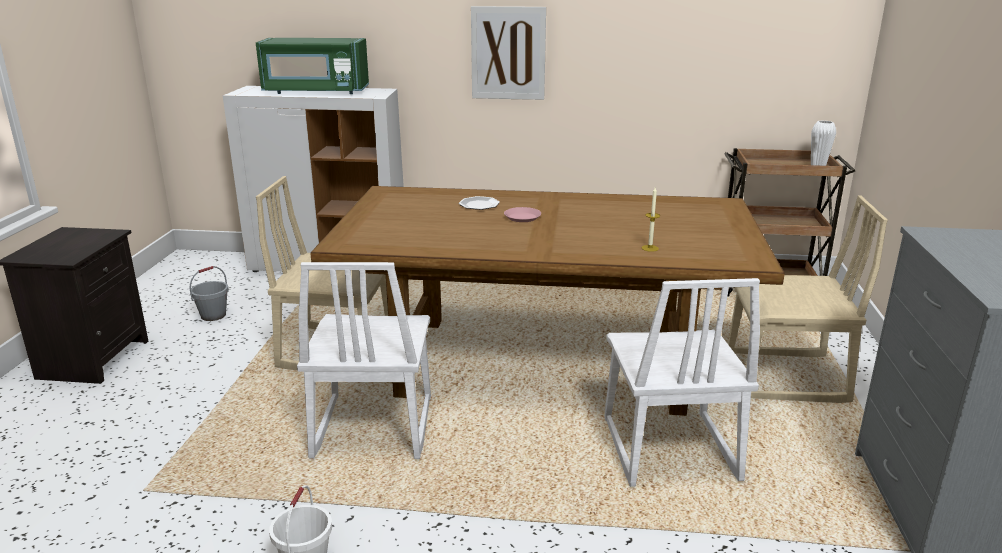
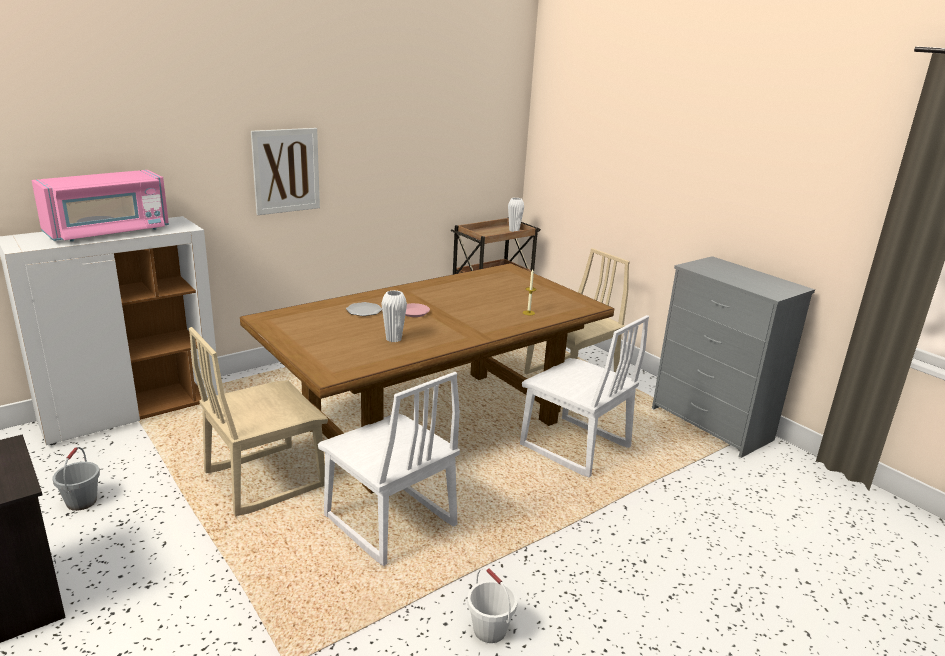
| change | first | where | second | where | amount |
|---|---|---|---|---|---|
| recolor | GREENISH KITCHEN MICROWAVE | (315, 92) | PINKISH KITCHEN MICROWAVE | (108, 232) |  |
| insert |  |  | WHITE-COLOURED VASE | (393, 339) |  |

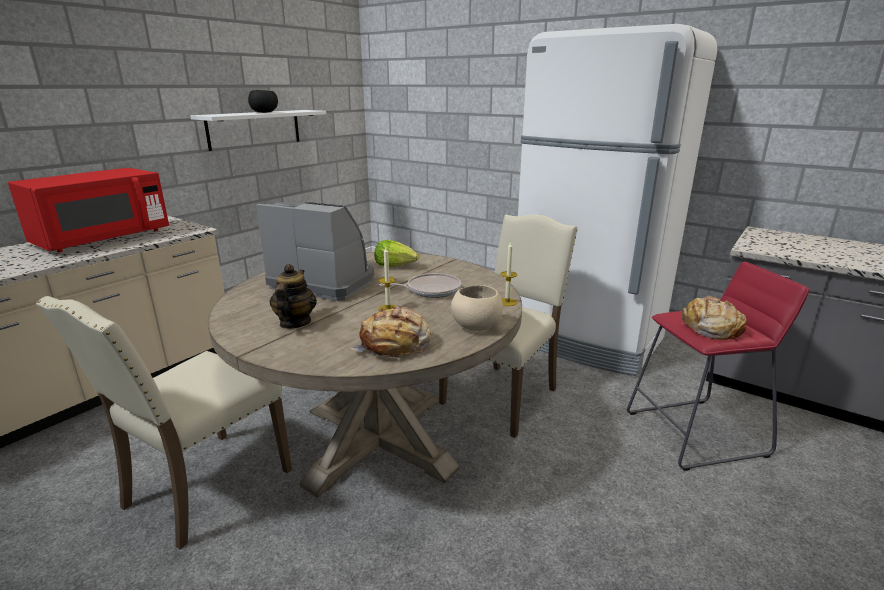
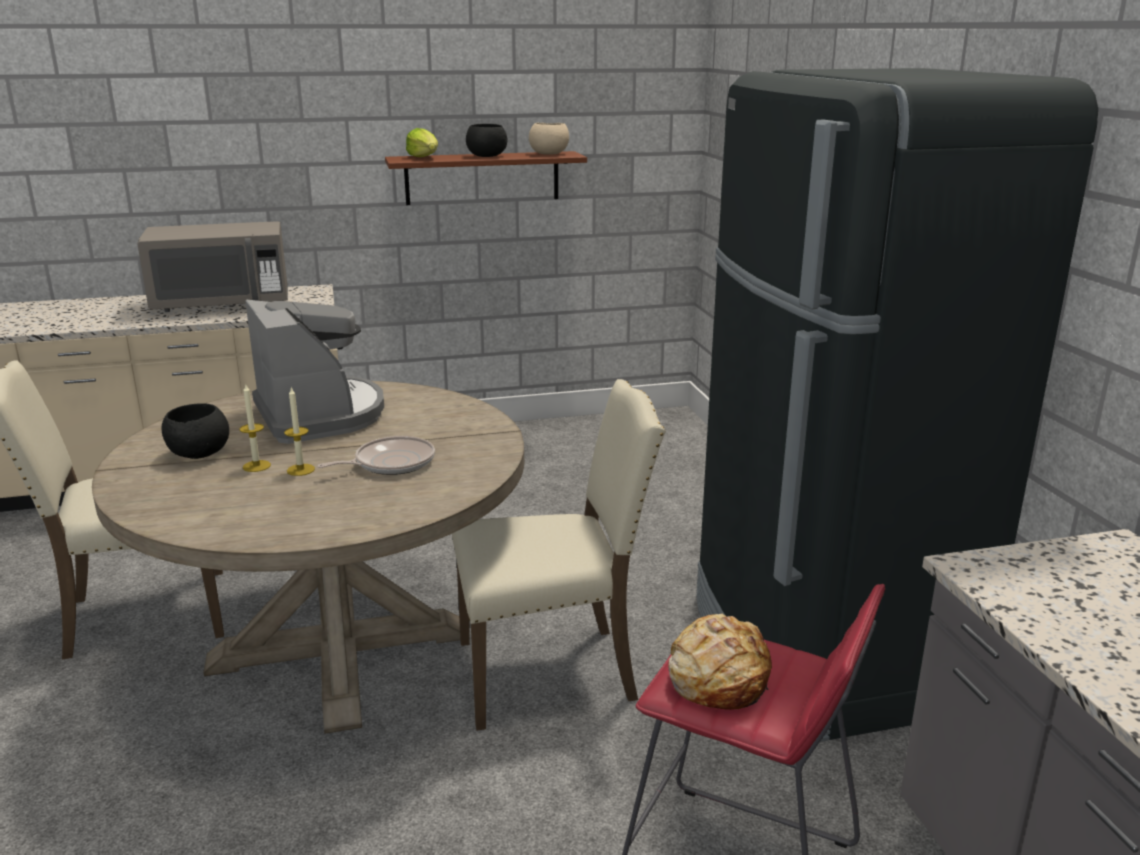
| change | first | where | second | where | amount |
|---|---|---|---|---|---|
| recolor | RED KITCHEN MICROWAVE | (103, 239) | GREY KITCHEN MICROWAVE | (222, 304) |  |
| replace | TEAPOT | (295, 323) | BLACKISH SERVING BOWL | (198, 453) |  |
| move | WAX CANDLE | (507, 302) |  | (256, 466) |  |
| rotate | SKILLET | (430, 290) |  | (390, 463) | 60 degrees counterclockwise |
| recolor | WHITE-COLOURED WALL SHELF | (255, 129) | BROWN-COLOURED WALL SHELF | (482, 178) |  |
| move | LETTUCE | (395, 266) |  | (424, 158) |  |
| move | BEIGE SERVING BOWL | (477, 325) |  | (550, 154) |  |
| recolor | WHITE-COLOURED REFRIGERATOR | (586, 339) | BLACKISH REFRIGERATOR | (821, 653) |  |
| delete | BREAD | (395, 345) |  |  |  |

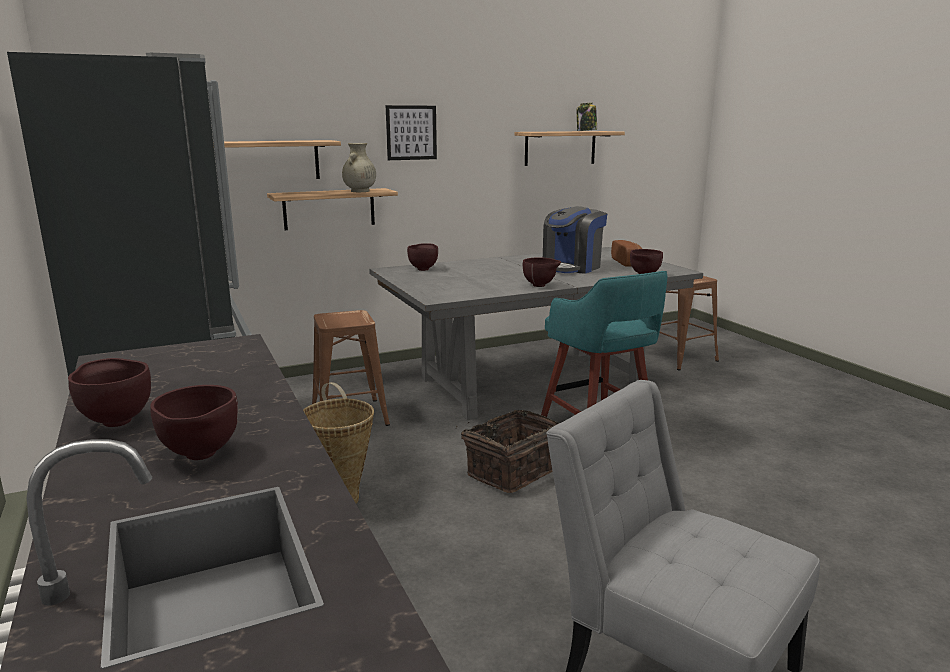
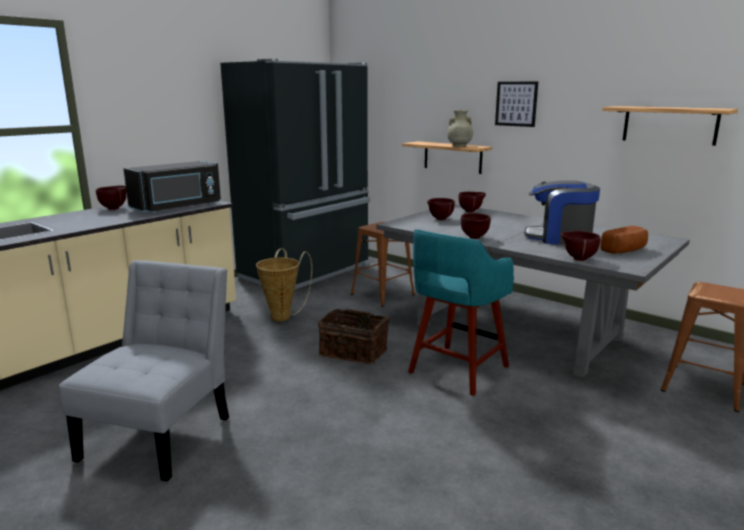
| change | first | where | second | where | amount |
|---|---|---|---|---|---|
| insert |  |  | BLACKISH KITCHEN MICROWAVE | (178, 207) |  |
| move | BROWN-COLOURED SERVING BOWL | (200, 456) |  | (439, 219) |  |
| delete | WALL SHELF | (270, 160) |  |  |  |
| delete | JAR | (586, 131) |  |  |  |

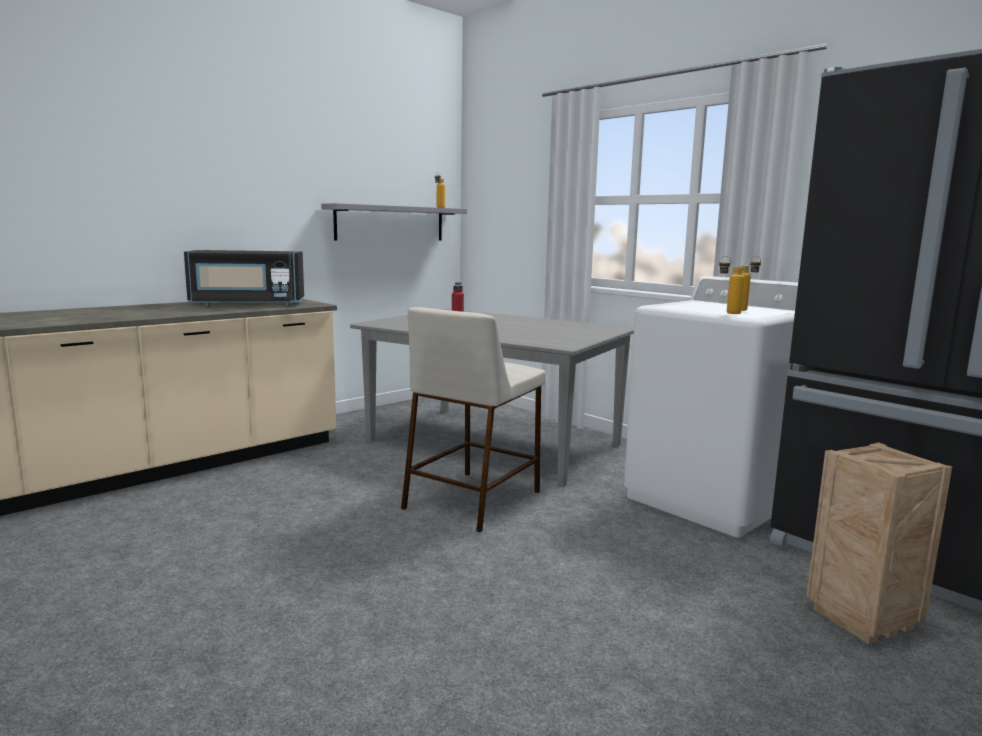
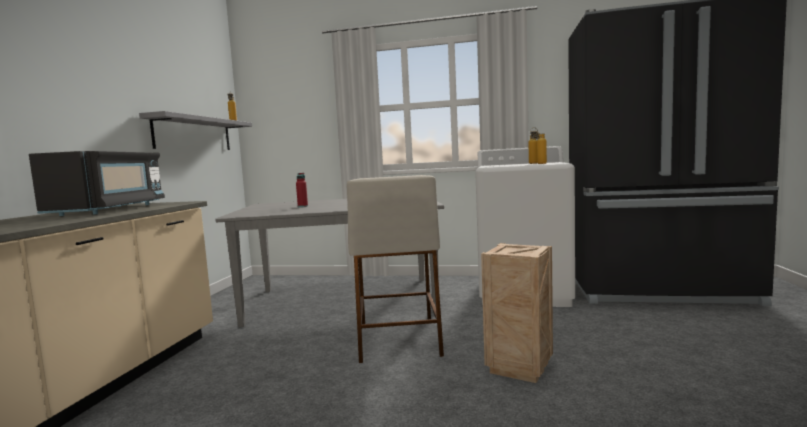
| change | first | where | second | where | amount |
|---|---|---|---|---|---|
| rotate | BLACKISH KITCHEN MICROWAVE | (247, 304) |  | (110, 210) | 45 degrees counterclockwise |
| move | CRATE | (862, 618) |  | (519, 367) |  |

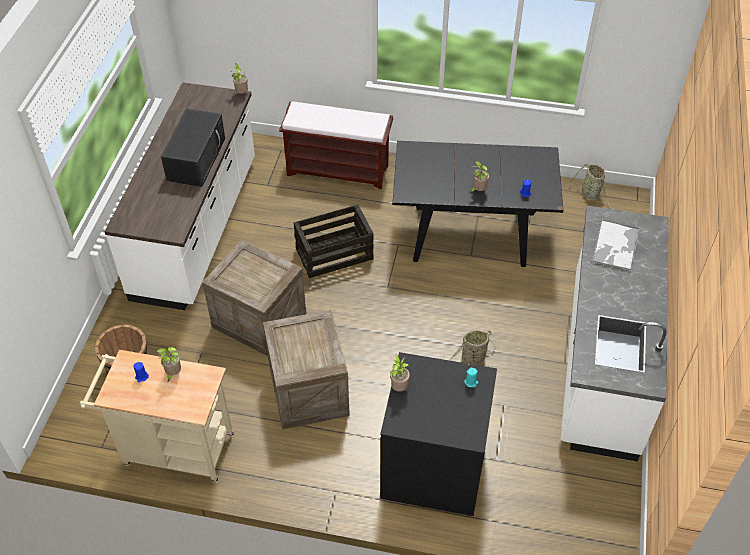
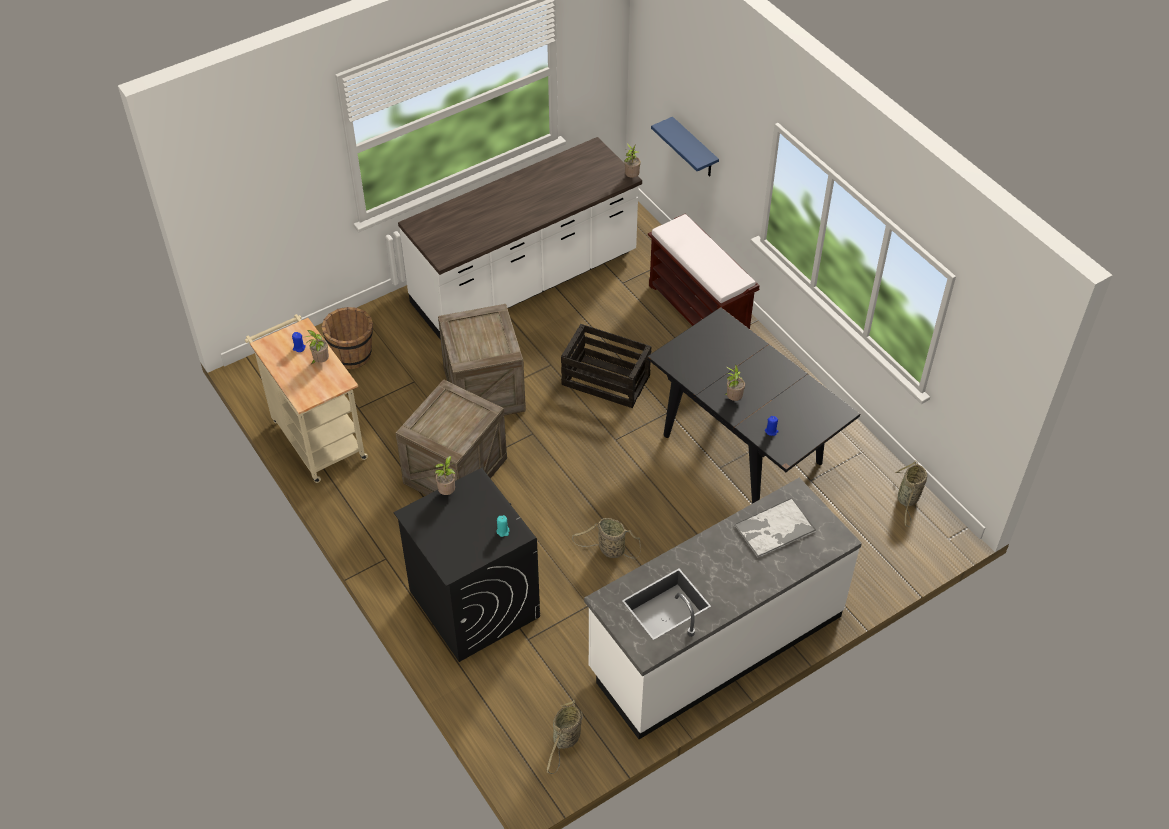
| change | first | where | second | where | amount |
|---|---|---|---|---|---|
| insert |  |  | BASKET | (566, 740) |  |
| insert |  |  | BLUISH WALL SHELF | (694, 149) |  |
| delete | BLACKISH KITCHEN MICROWAVE | (196, 158) |  |  |  |

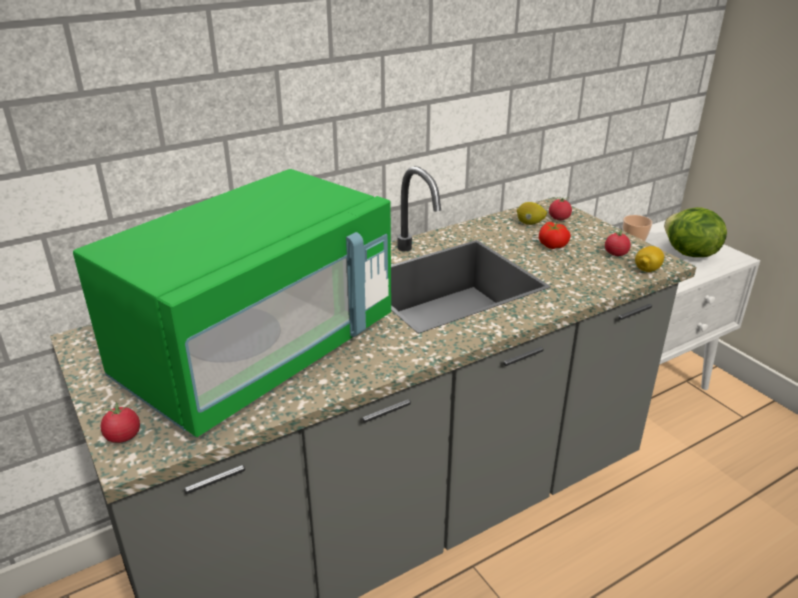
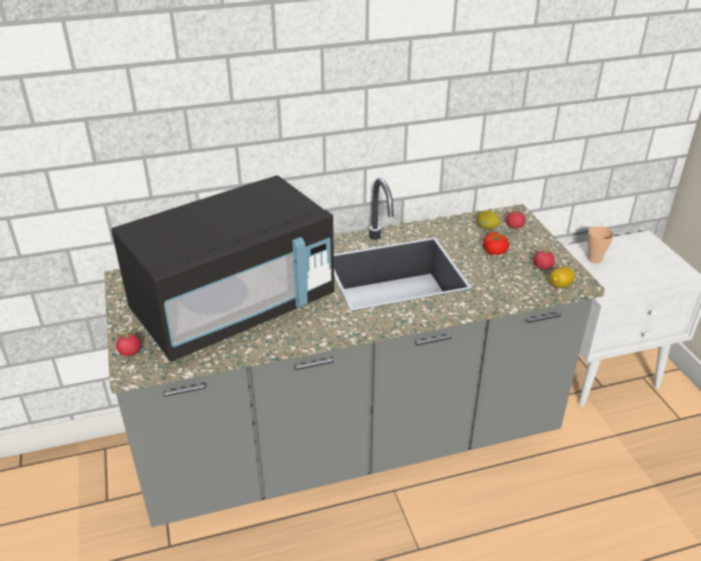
| change | first | where | second | where | amount |
|---|---|---|---|---|---|
| recolor | GREENISH KITCHEN MICROWAVE | (260, 354) | BLACKISH KITCHEN MICROWAVE | (234, 308) |  |
| delete | LETTUCE | (689, 253) |  |  |  |

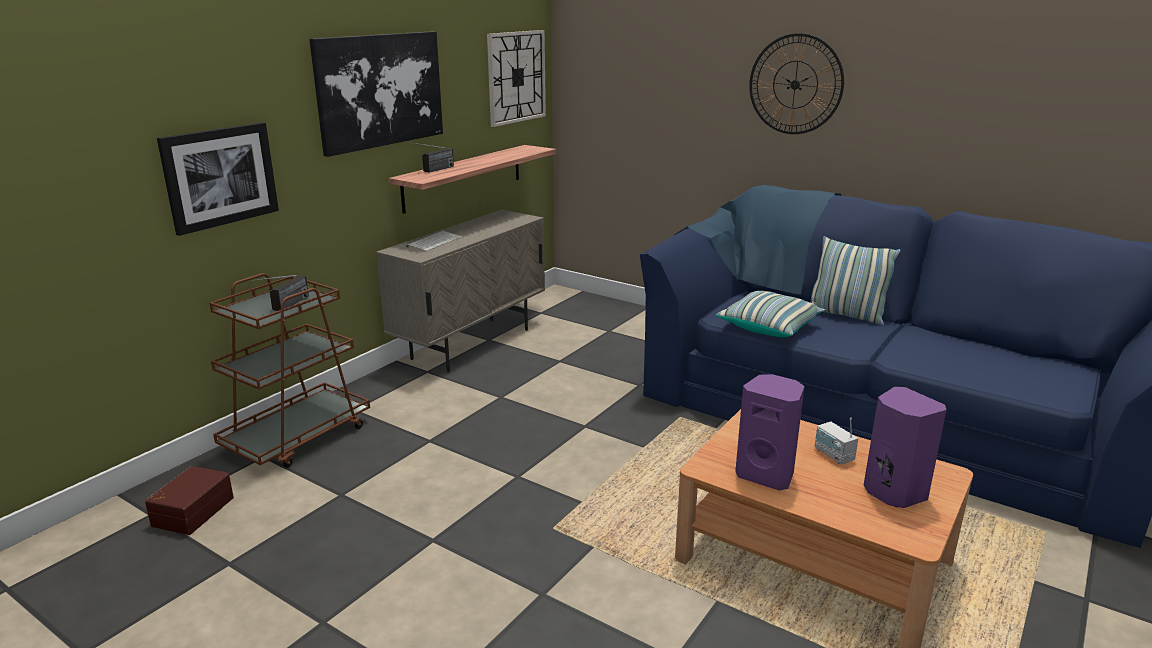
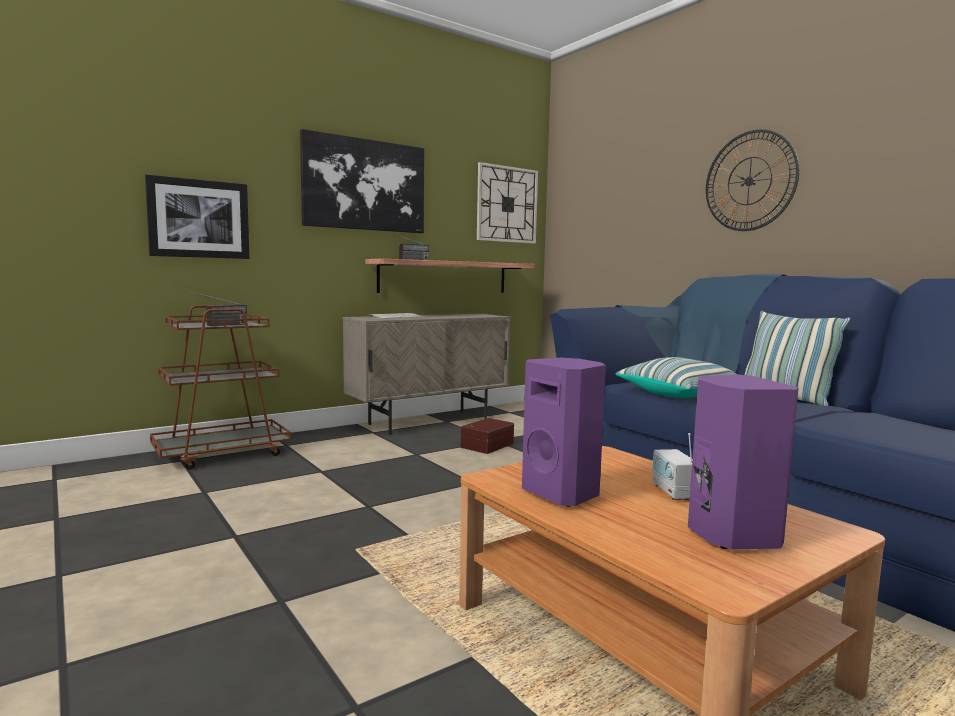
| change | first | where | second | where | amount |
|---|---|---|---|---|---|
| move | BROWN-COLOURED STORAGE CONTAINER | (191, 511) |  | (486, 445) |  |

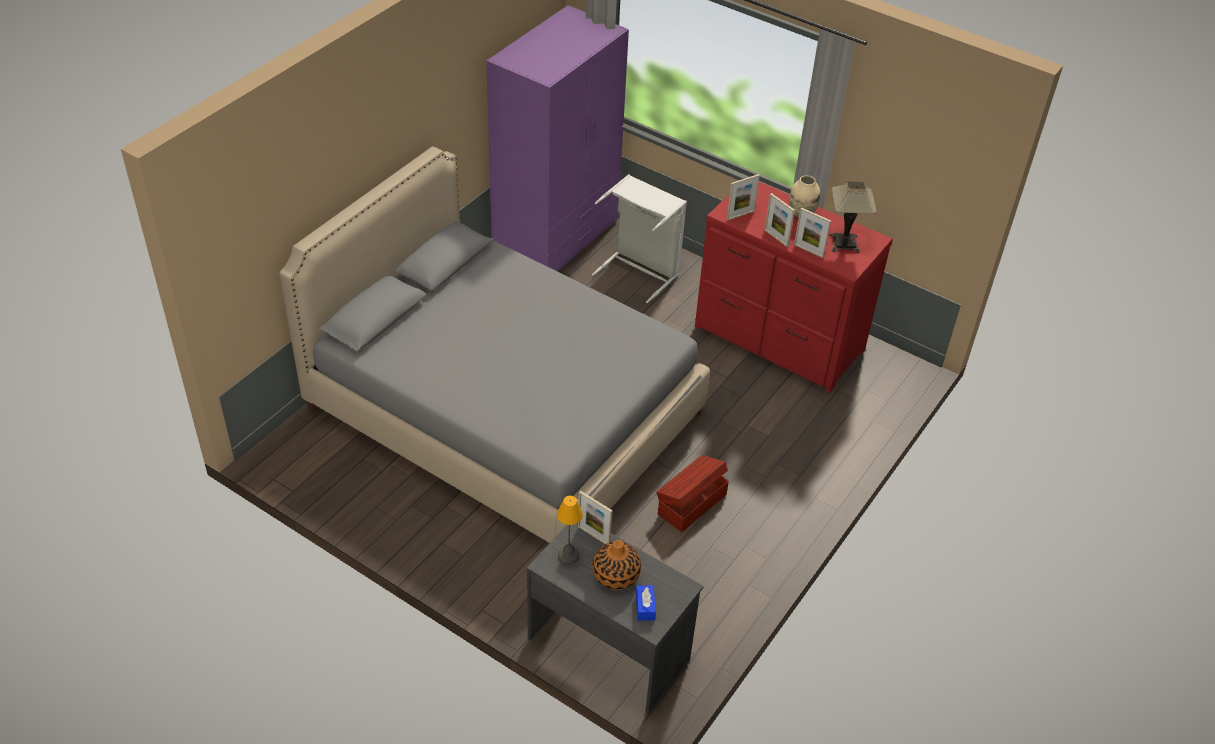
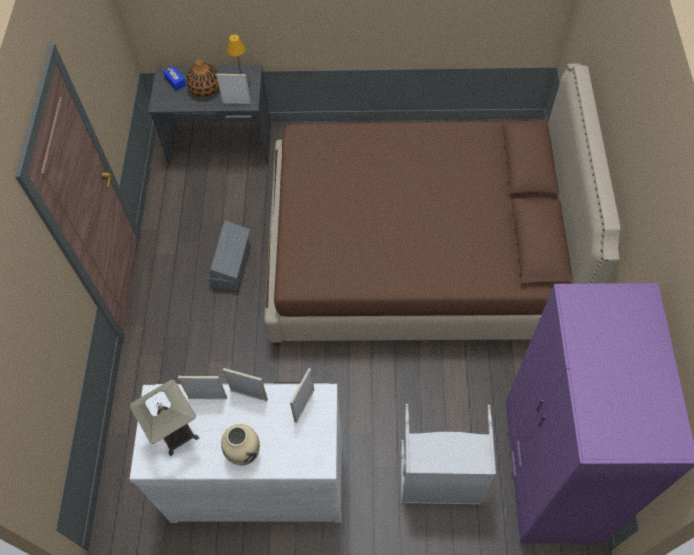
| change | first | where | second | where | amount |
|---|---|---|---|---|---|
| recolor | RED DRAWER CHEST | (778, 340) | WHITE-COLOURED DRAWER CHEST | (257, 477) |  |
| recolor | BROWN-COLOURED STORAGE CONTAINER | (690, 504) | GREY STORAGE CONTAINER | (231, 264) |  |
| recolor | GREY BEDROOM BED | (504, 412) | BROWN-COLOURED BEDROOM BED | (417, 254) |  |

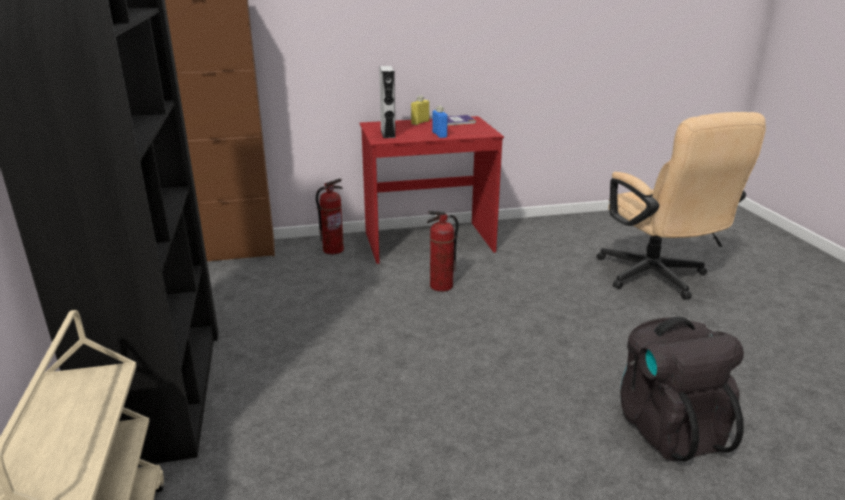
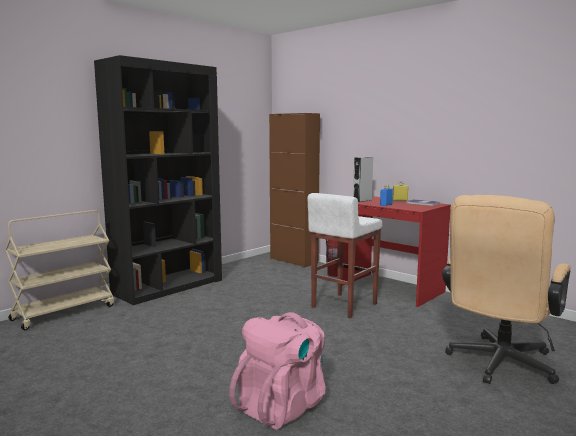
| change | first | where | second | where | amount |
|---|---|---|---|---|---|
| recolor | BLACKISH BACKPACK | (668, 427) | PINKISH BACKPACK | (282, 405) |  |
| replace | FIRE EXTINGUISHER | (441, 286) | WHITE-COLOURED STOOL SEAT | (343, 305) |  |

